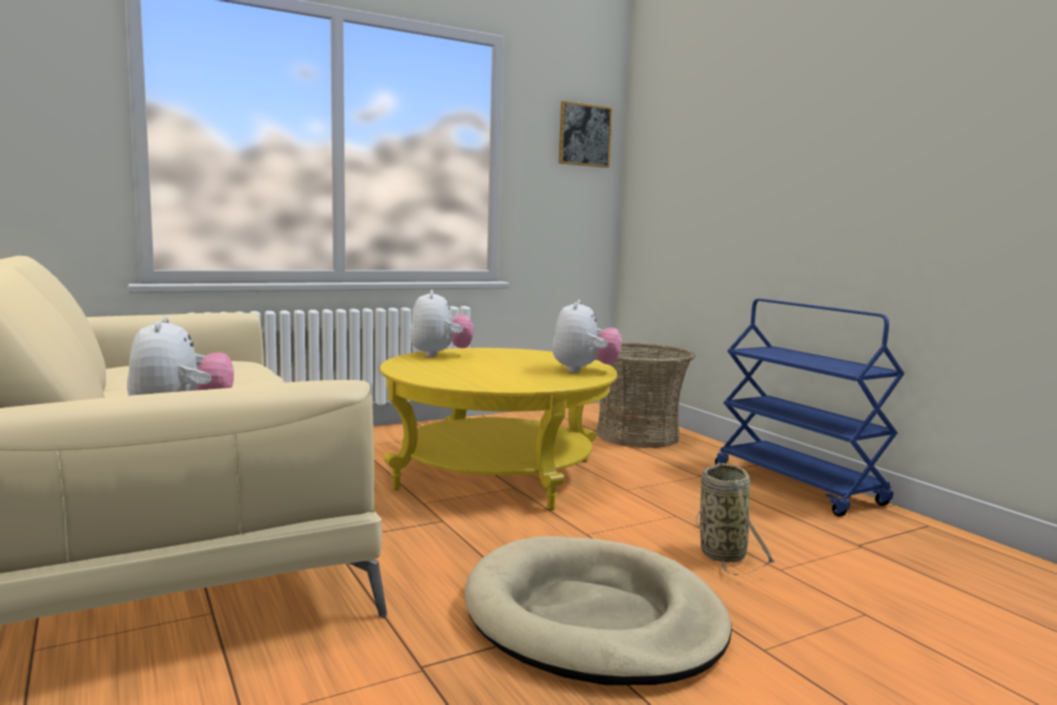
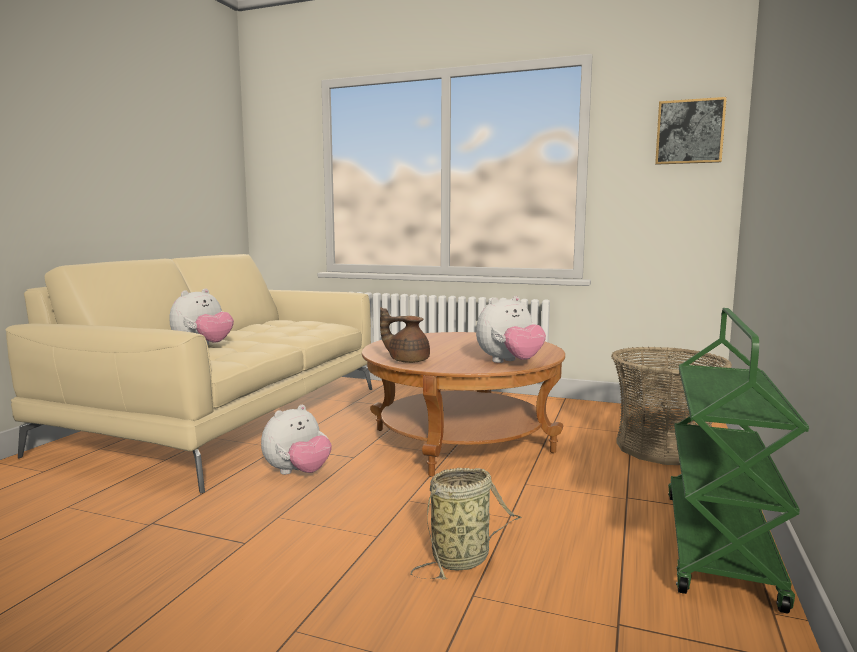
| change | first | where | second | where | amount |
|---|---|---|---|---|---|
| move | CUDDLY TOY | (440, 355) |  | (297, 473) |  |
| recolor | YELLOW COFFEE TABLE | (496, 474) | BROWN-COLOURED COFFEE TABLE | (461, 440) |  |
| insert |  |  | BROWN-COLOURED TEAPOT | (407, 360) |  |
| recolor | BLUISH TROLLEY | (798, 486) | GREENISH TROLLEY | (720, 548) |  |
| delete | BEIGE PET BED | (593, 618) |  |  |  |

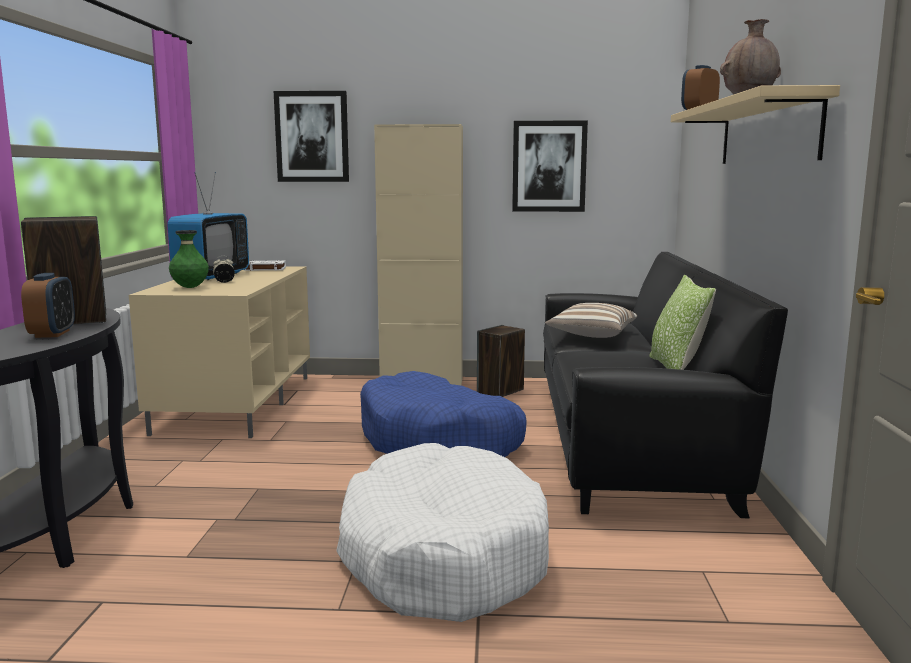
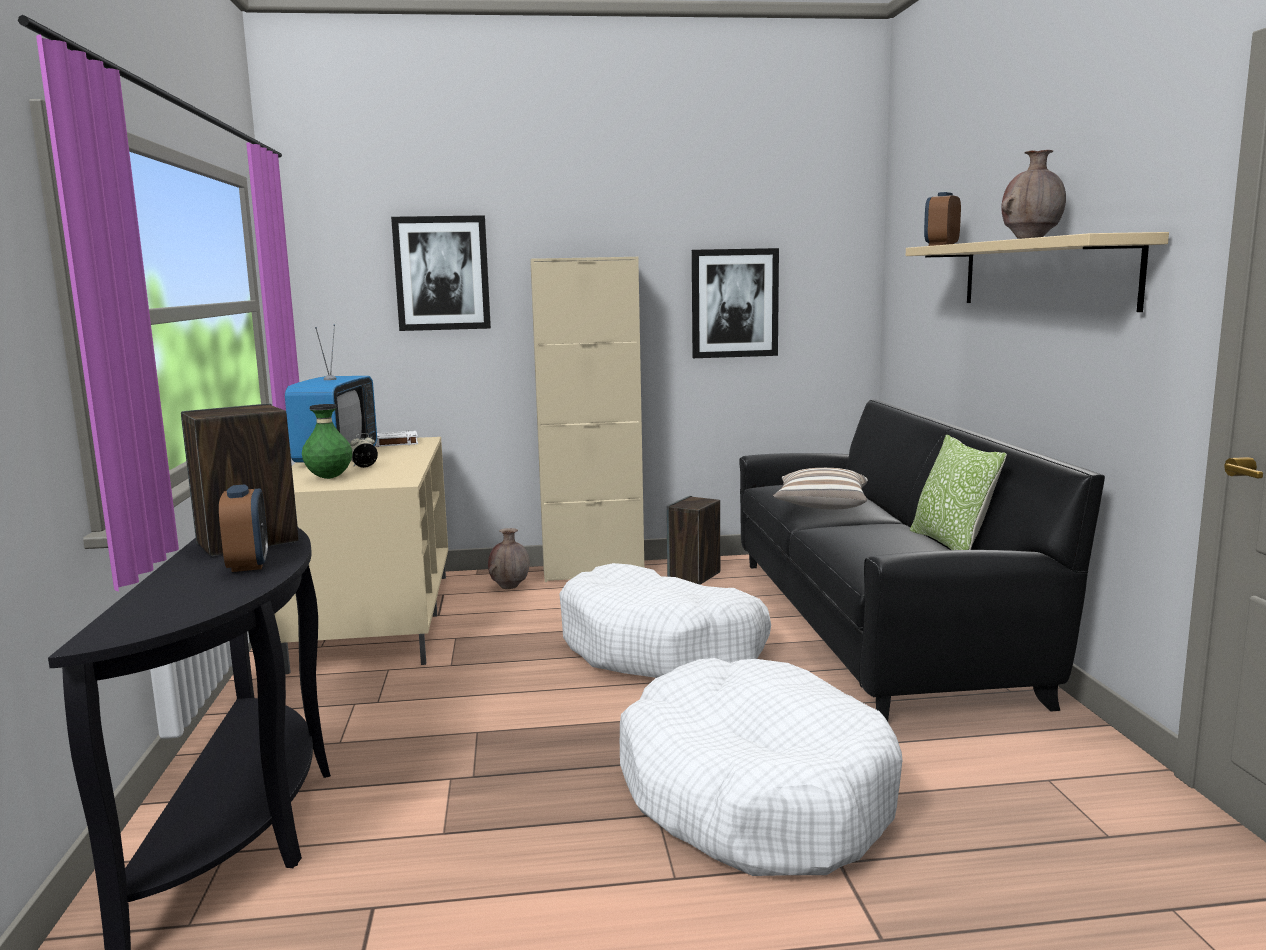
| change | first | where | second | where | amount |
|---|---|---|---|---|---|
| insert |  |  | BROWN-COLOURED VASE | (510, 587) |  |
| recolor | BLUISH PET BED | (439, 442) | WHITE-COLOURED PET BED | (662, 649) |  |

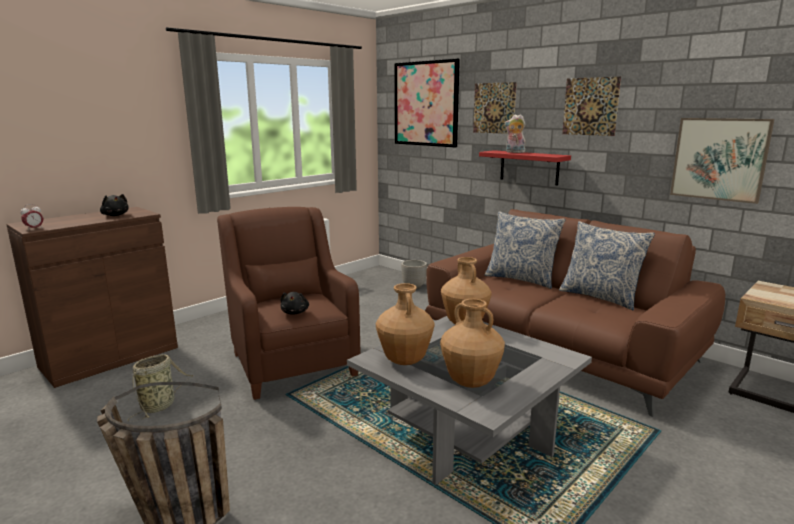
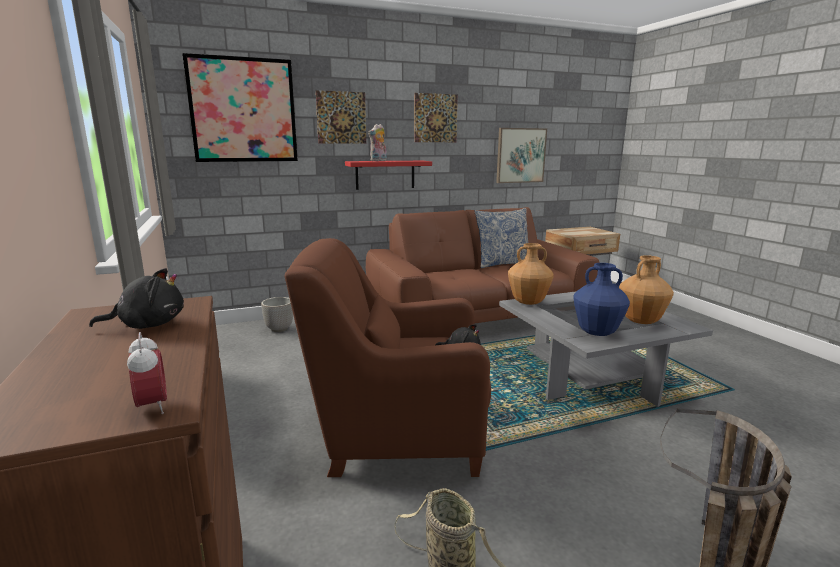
| change | first | where | second | where | amount |
|---|---|---|---|---|---|
| recolor | BROWN-COLOURED VASE | (405, 361) | BLUISH VASE | (597, 333) |  |
| delete | PILLOW | (521, 279) |  |  |  |

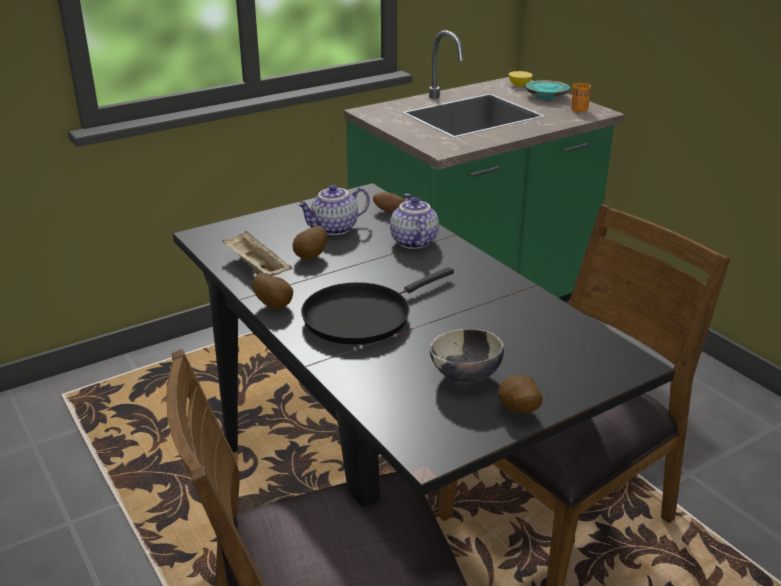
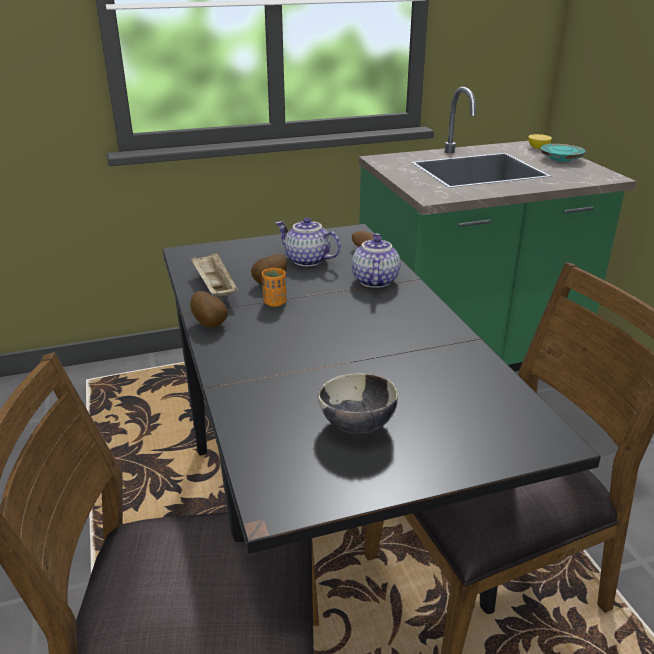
| change | first | where | second | where | amount |
|---|---|---|---|---|---|
| move | ORANGEY SMALL CUP | (579, 110) |  | (275, 302) |  |
| rotate | TEAPOT | (335, 229) |  | (306, 260) | 45 degrees clockwise |
| delete | BLACKISH SKILLET | (362, 316) |  |  |  |
| delete | WHOLE POTATO | (517, 411) |  |  |  |

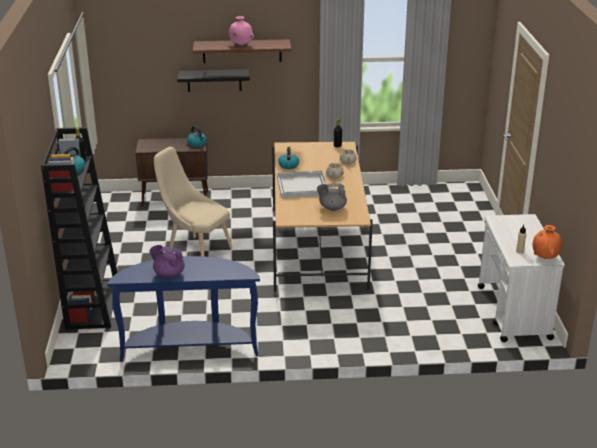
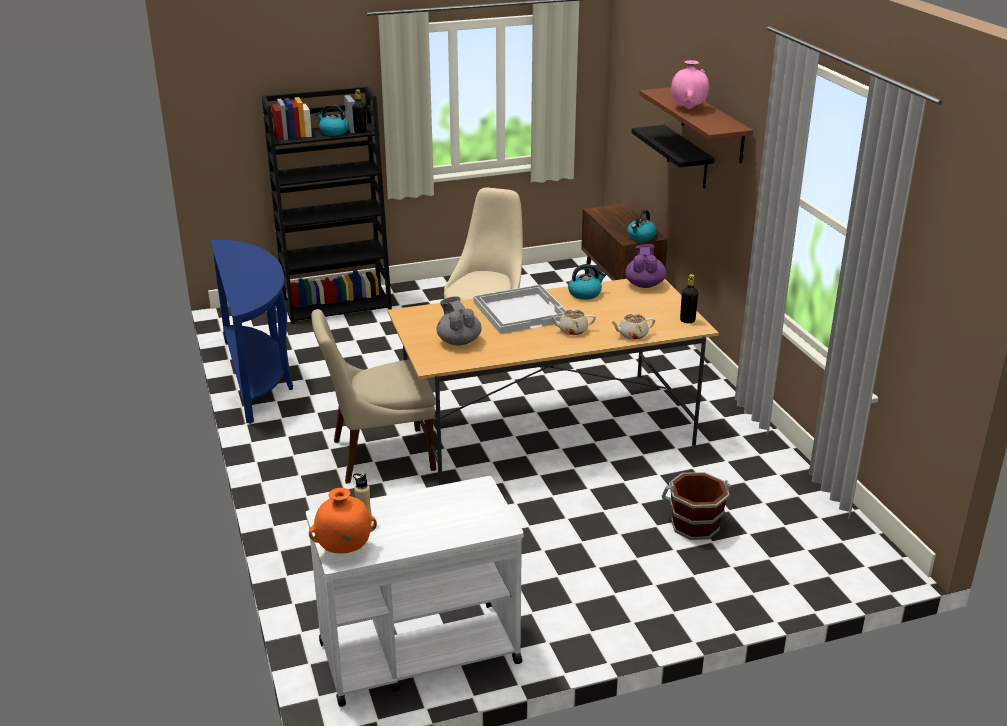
| change | first | where | second | where | amount |
|---|---|---|---|---|---|
| insert |  |  | BEIGE CHAIR | (379, 456) |  |
| move | PURPLE TEAPOT | (168, 274) |  | (644, 284) |  |
| insert |  |  | BROWN-COLOURED PAIL | (694, 525) |  |

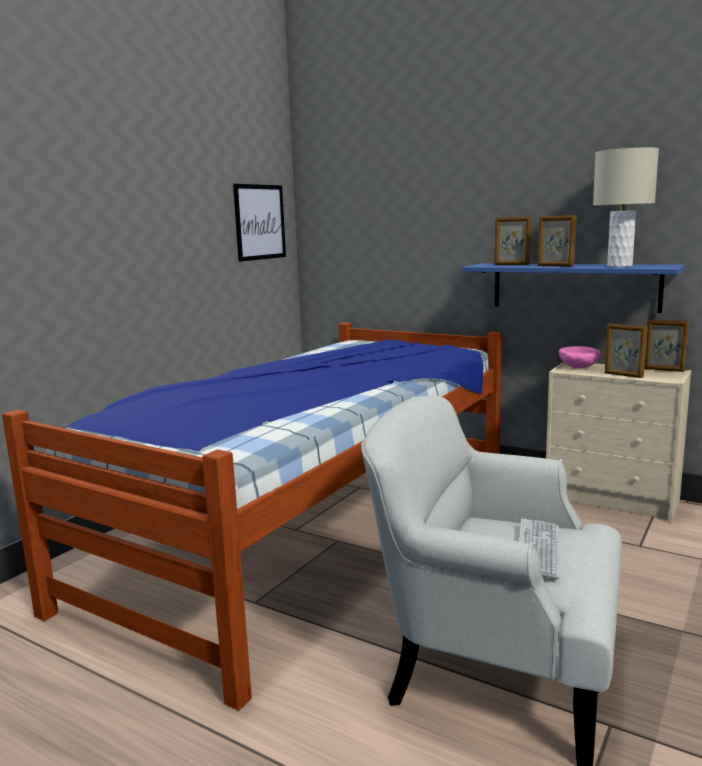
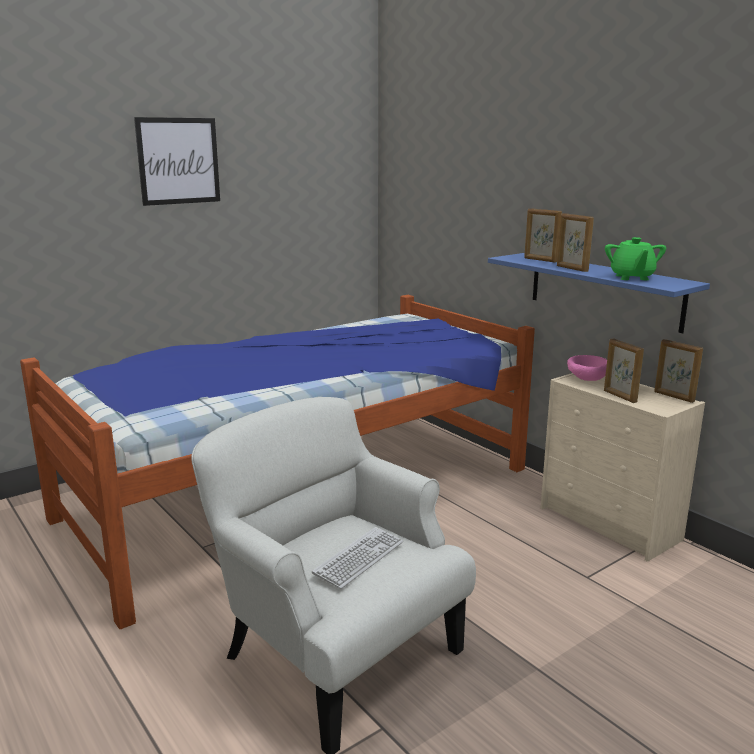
| change | first | where | second | where | amount |
|---|---|---|---|---|---|
| move | WALL ART | (260, 222) |  | (178, 161) |  |
| replace | BEIGE TABLE LAMP | (619, 266) | GREENISH TEAPOT | (631, 277) |  |

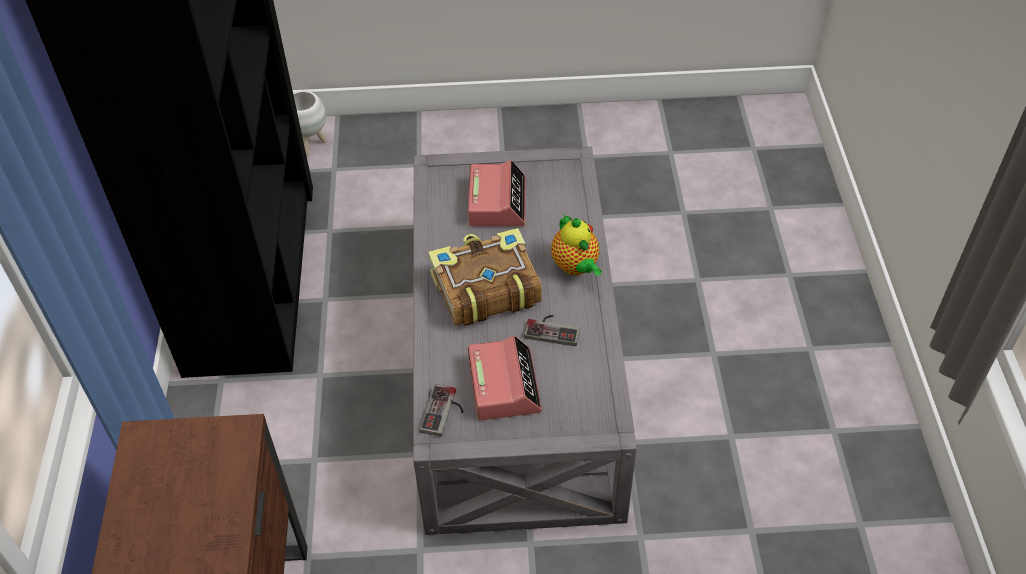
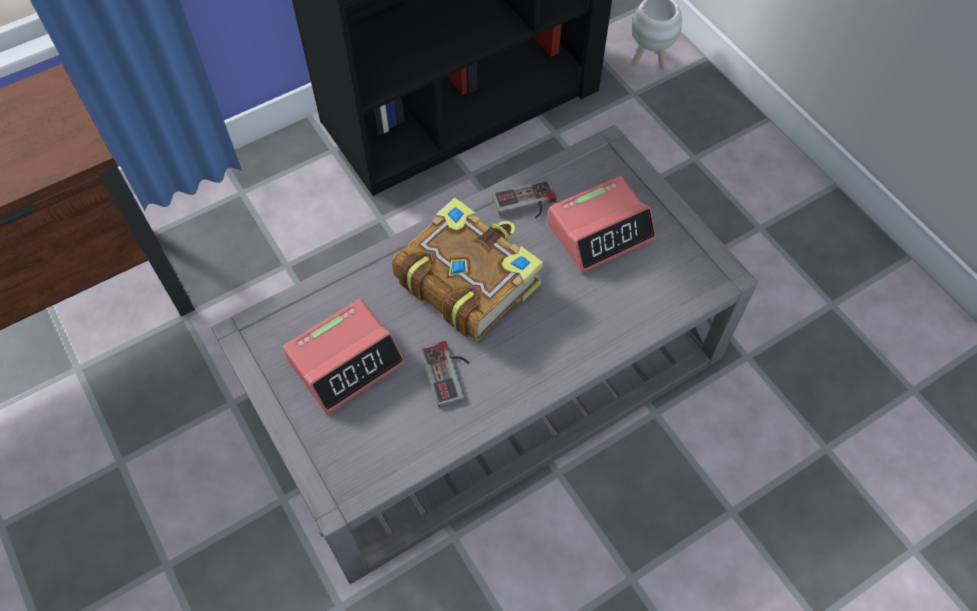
| change | first | where | second | where | amount |
|---|---|---|---|---|---|
| move | GAME CONTROLLER | (445, 412) |  | (526, 204) |  |
| delete | TEAPOT | (576, 267) |  |  |  |

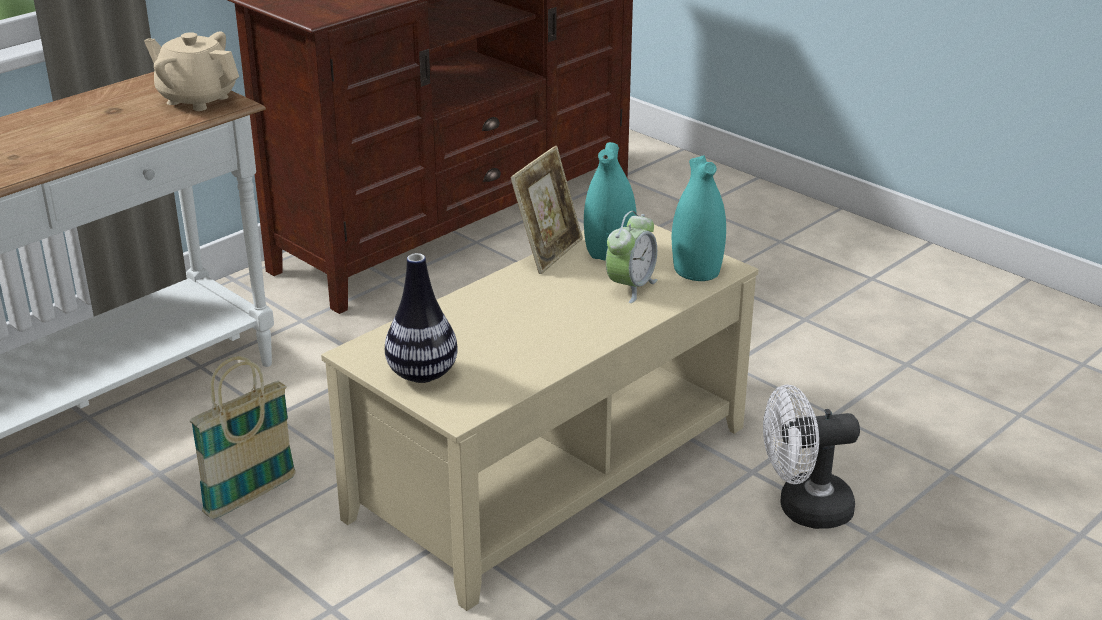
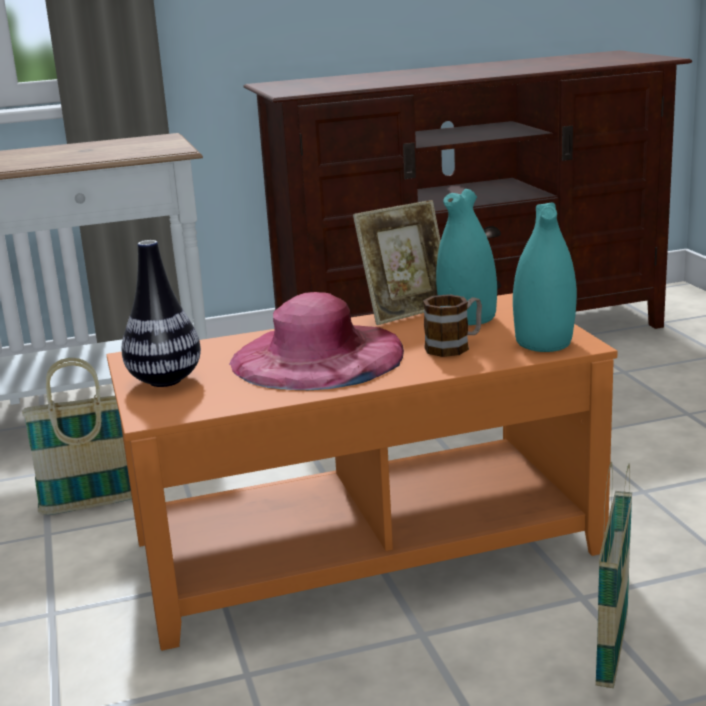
| change | first | where | second | where | amount |
|---|---|---|---|---|---|
| recolor | BEIGE COFFEE TABLE | (551, 471) | ORANGEY COFFEE TABLE | (365, 546) |  |
| insert |  |  | PINKISH HAT | (317, 356) |  |
| replace | BEDSIDE CLOCK | (630, 287) | TEA MUG | (454, 346) |  |
| replace | WHITE-COLOURED ELECTRIC FAN | (803, 509) | BASKET | (612, 652) |  |
| delete | BEIGE TEAPOT | (197, 99) |  |  |  |

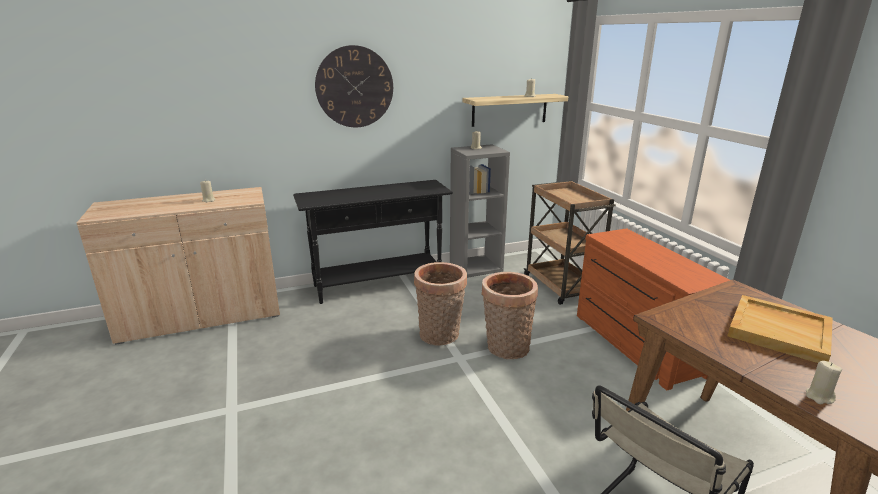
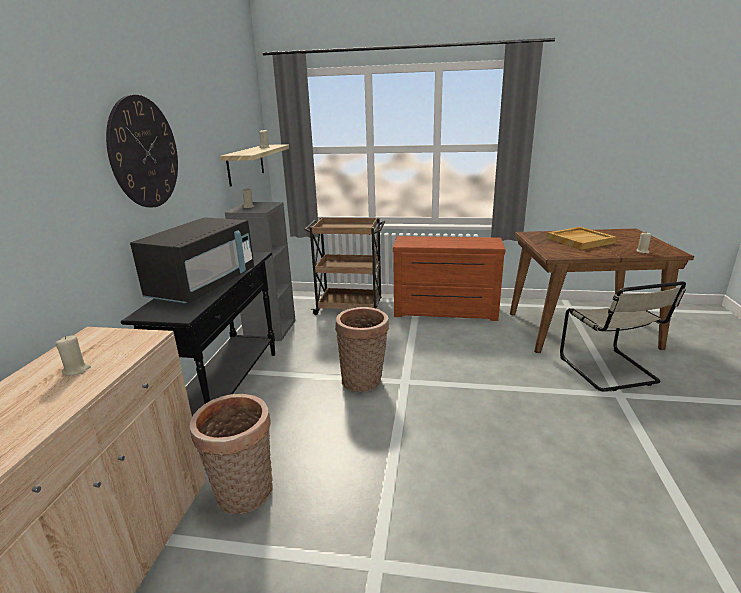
| change | first | where | second | where | amount |
|---|---|---|---|---|---|
| insert |  |  | BLACKISH KITCHEN MICROWAVE | (204, 286) |  |
| move | BASKET | (505, 349) |  | (244, 496) |  |

